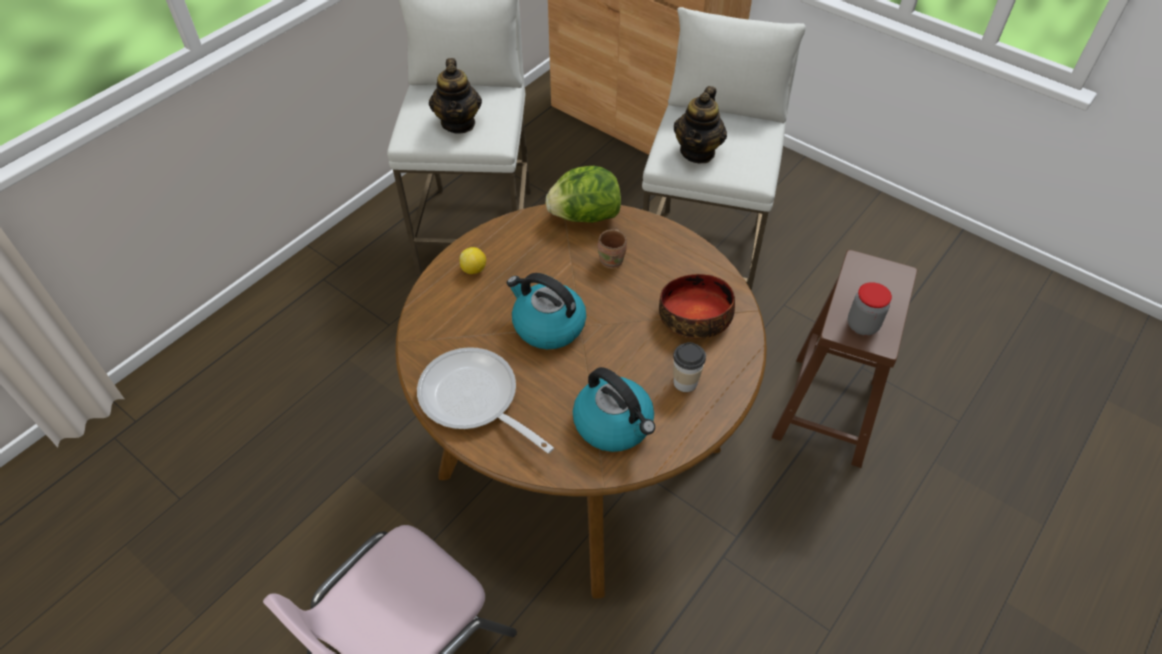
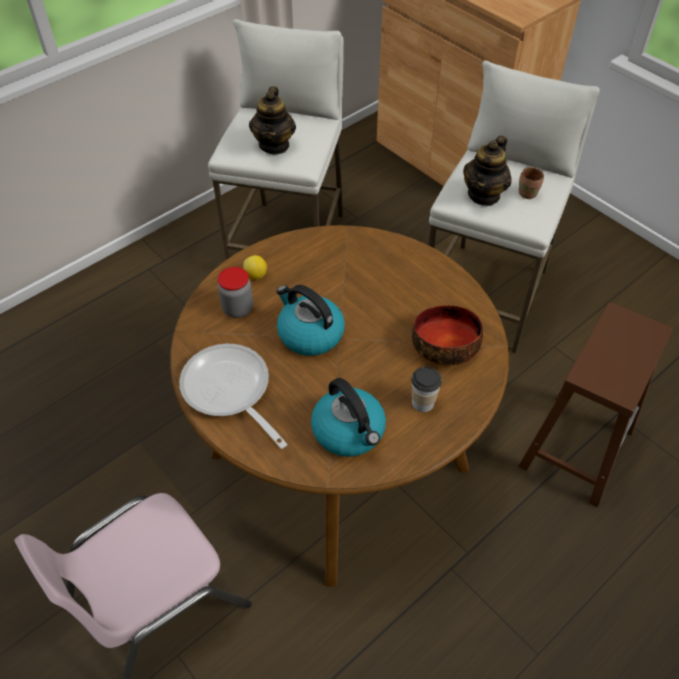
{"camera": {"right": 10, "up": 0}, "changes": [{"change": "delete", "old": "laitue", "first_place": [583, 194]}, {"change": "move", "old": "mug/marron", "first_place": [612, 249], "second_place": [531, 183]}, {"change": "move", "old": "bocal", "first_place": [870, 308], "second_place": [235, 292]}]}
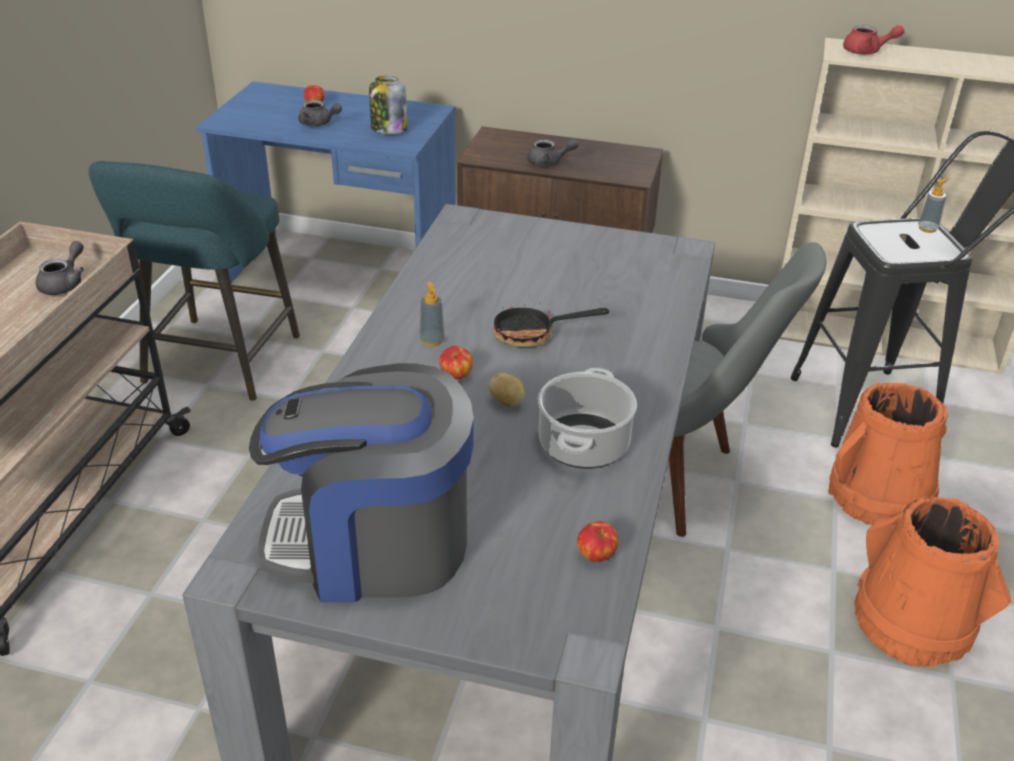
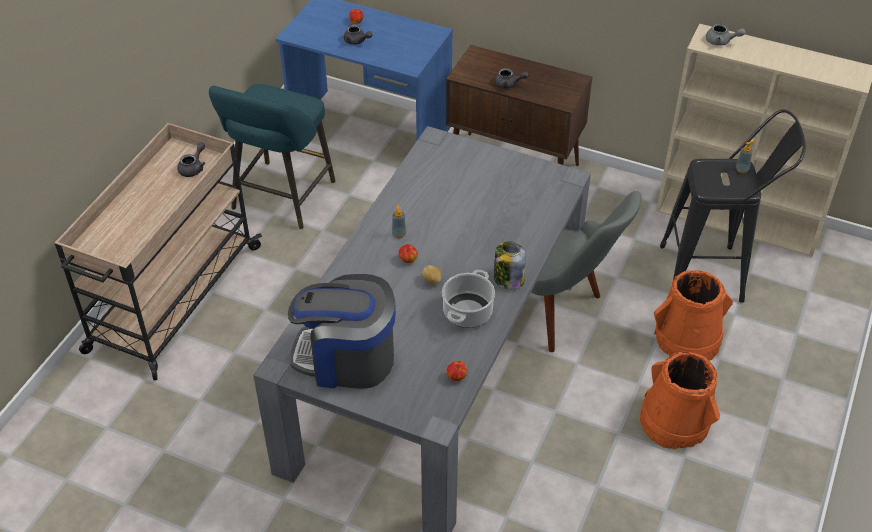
{"camera": {"right": 10, "up": 10}, "changes": [{"change": "delete", "old": "poêle", "first_place": [551, 325]}, {"change": "move", "old": "bocal", "first_place": [388, 105], "second_place": [510, 265]}, {"change": "recolor", "old": "théière/rouge", "new": "théière/gris", "first_place": [874, 39], "second_place": [726, 34]}]}
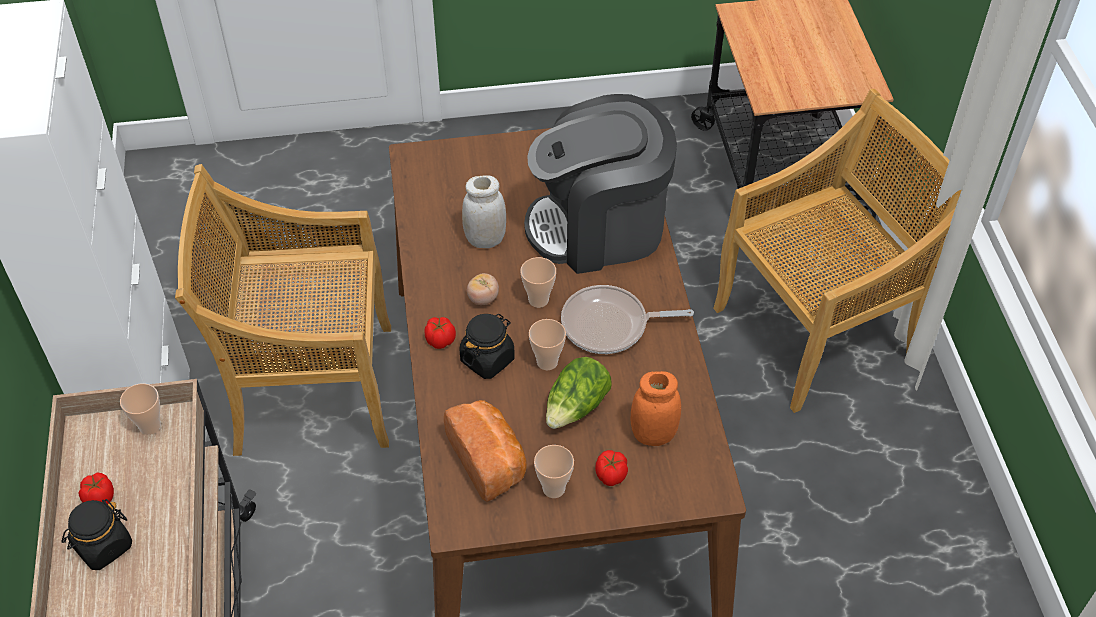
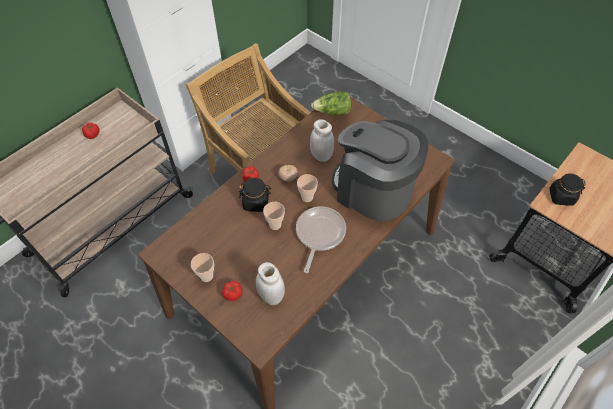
{"camera": {"right": 50, "up": 5}, "changes": [{"change": "delete", "old": "tasse", "first_place": [140, 409]}, {"change": "delete", "old": "pain", "first_place": [485, 451]}, {"change": "delete", "old": "chaise/beige", "first_place": [837, 251]}, {"change": "move", "old": "bocal/noir", "first_place": [97, 534], "second_place": [567, 189]}, {"change": "move", "old": "laitue", "first_place": [578, 393], "second_place": [331, 103]}, {"change": "recolor", "old": "bocal/orange", "new": "bocal/blanc", "first_place": [655, 408], "second_place": [270, 283]}, {"change": "rotate", "old": "poêle", "first_place": [627, 319], "second_place": [321, 239], "degrees": 60}]}
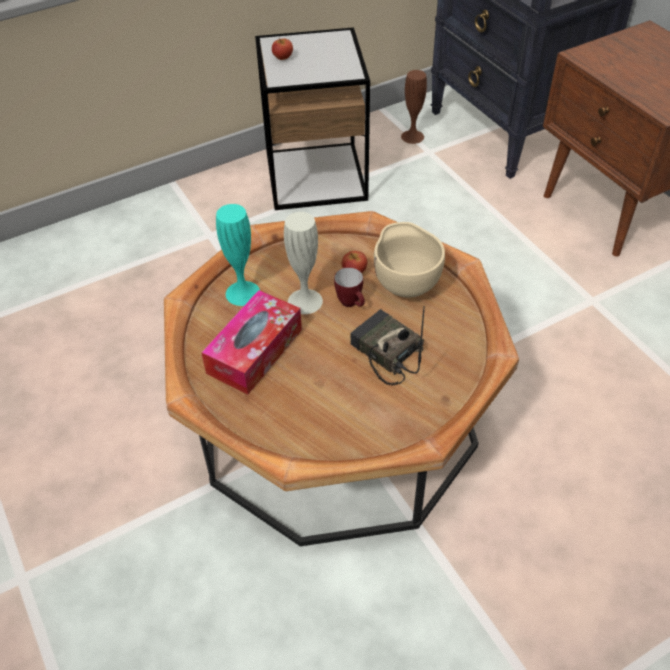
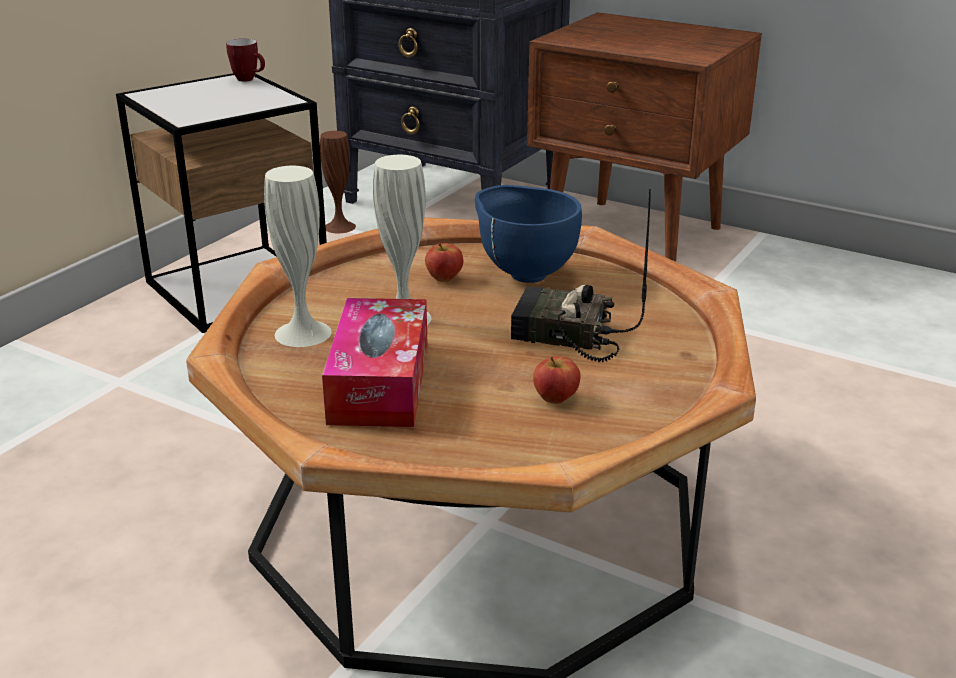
{"camera": {"right": -30, "up": -20}, "changes": [{"change": "move", "old": "pomme", "first_place": [282, 49], "second_place": [557, 380]}, {"change": "move", "old": "mug", "first_place": [349, 287], "second_place": [245, 60]}, {"change": "recolor", "old": "vase/turquoise", "new": "vase/blanc", "first_place": [238, 255], "second_place": [298, 256]}, {"change": "recolor", "old": "bol/beige", "new": "bol/bleu", "first_place": [409, 260], "second_place": [528, 234]}]}
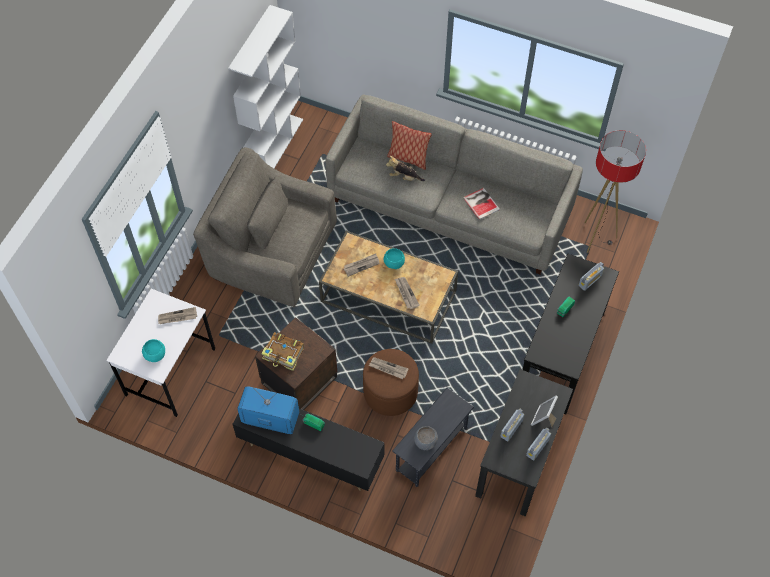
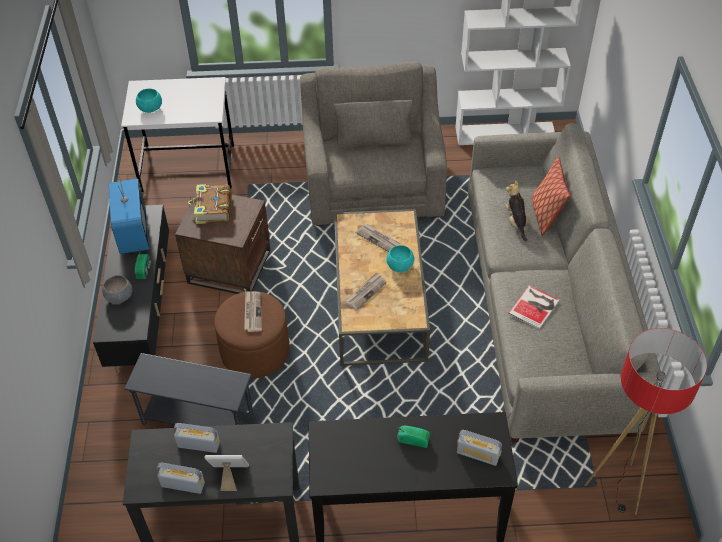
{"camera": {"right": 65, "up": -10}, "changes": [{"change": "delete", "old": "journal", "first_place": [177, 315]}, {"change": "move", "old": "bol/gris", "first_place": [426, 438], "second_place": [117, 289]}]}
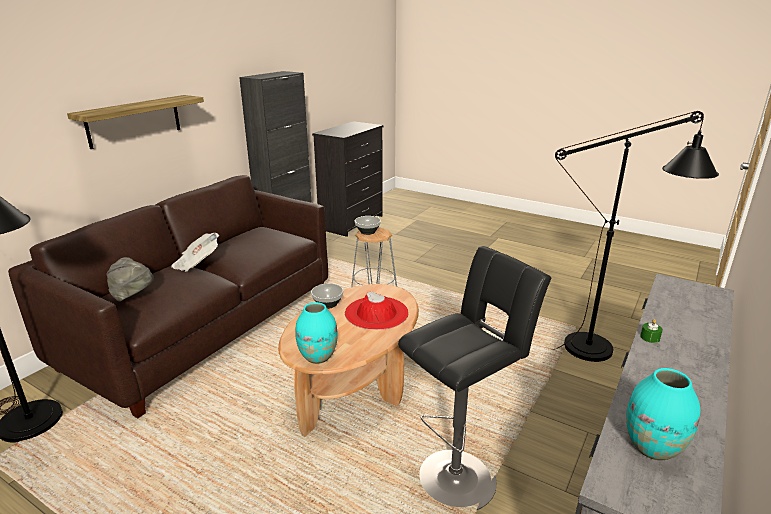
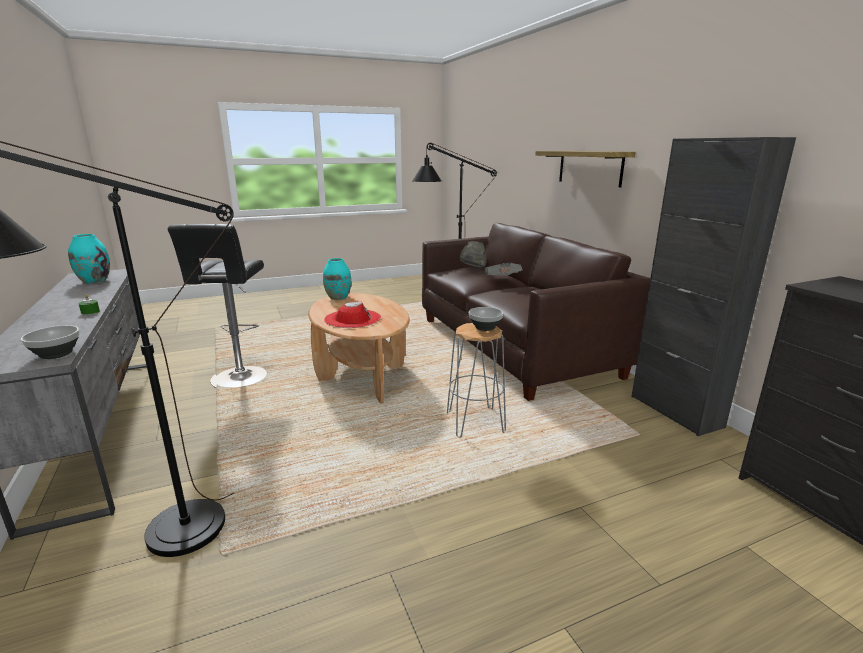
{"camera": {"right": 125, "up": -5}, "changes": [{"change": "move", "old": "bol", "first_place": [327, 296], "second_place": [50, 342]}]}
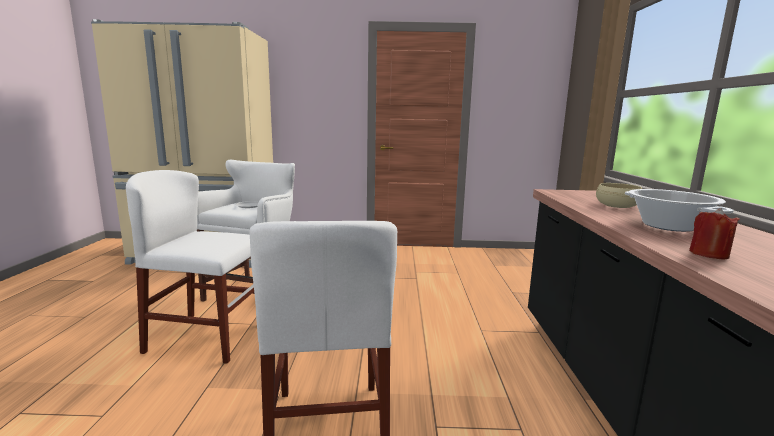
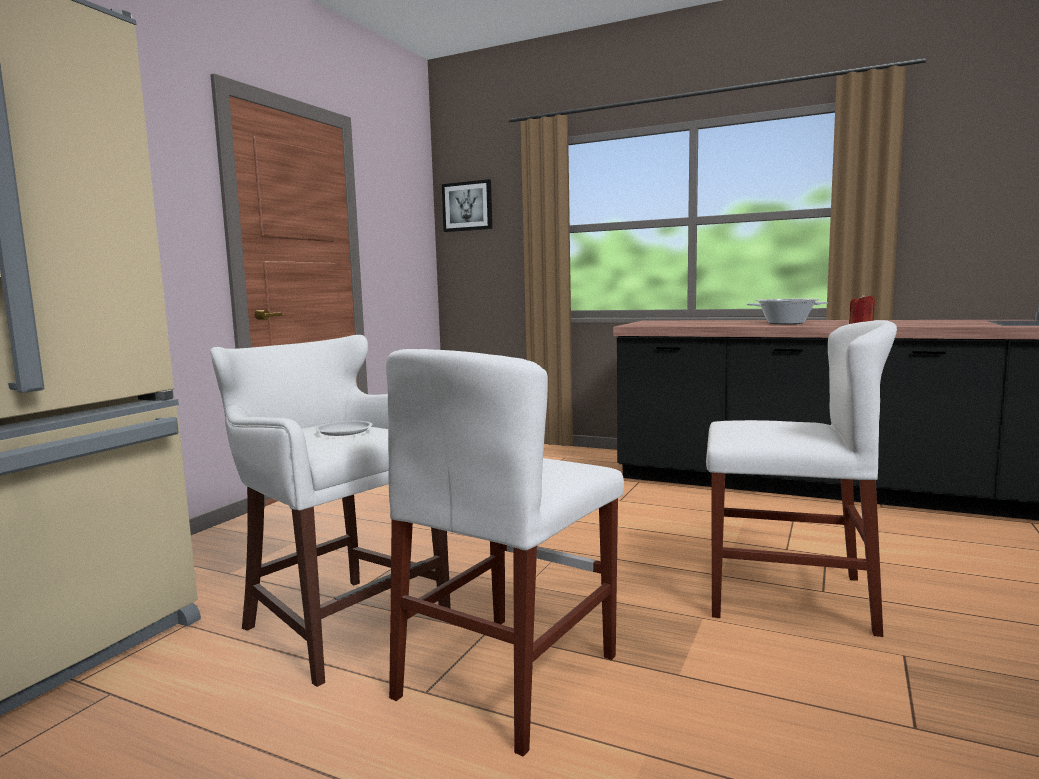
{"camera": {"right": -65, "up": -5}, "changes": [{"change": "delete", "old": "bol/beige", "first_place": [619, 195]}, {"change": "insert", "new": "tableau", "second_place": [467, 205]}]}
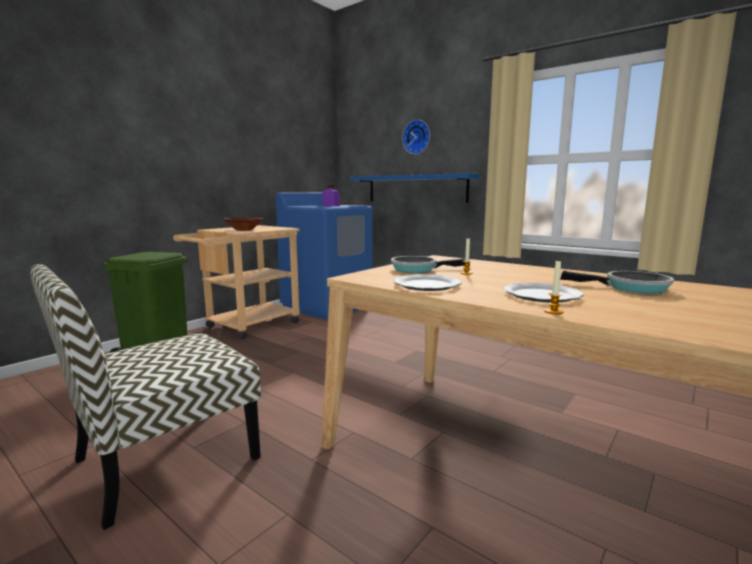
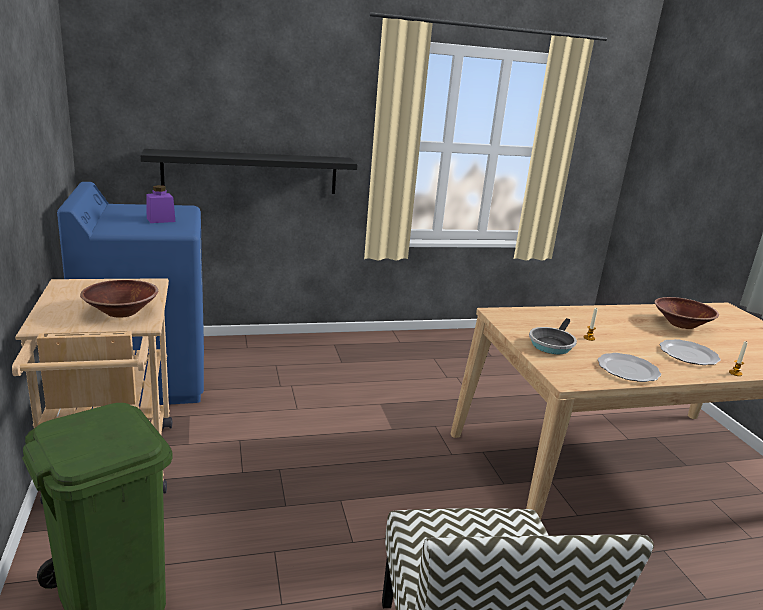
{"camera": {"right": -55, "up": 10}, "changes": [{"change": "delete", "old": "horloge murale", "first_place": [416, 137]}, {"change": "replace", "old": "poêle", "new": "bol/marron", "first_place": [617, 282], "second_place": [686, 313]}, {"change": "recolor", "old": "étagère/bleu", "new": "étagère/noir", "first_place": [414, 188], "second_place": [249, 171]}]}
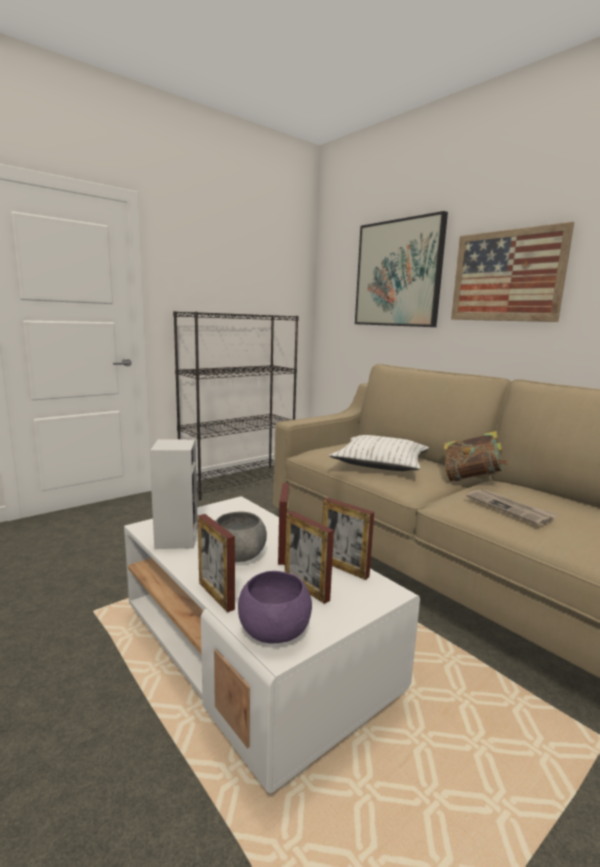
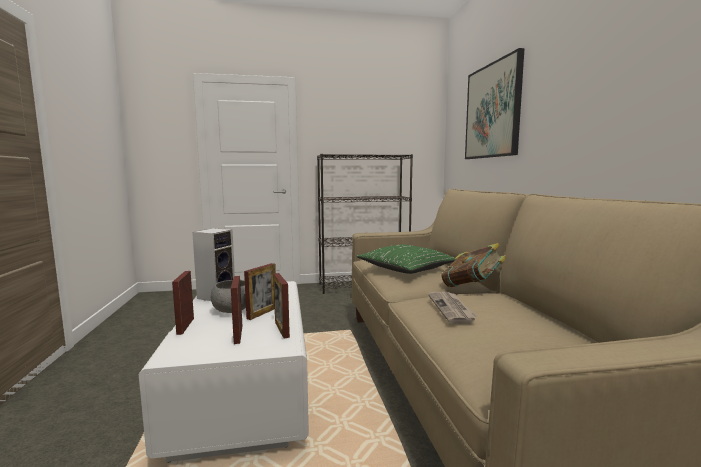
{"camera": {"right": 30, "up": -5}, "changes": [{"change": "delete", "old": "bol/violet", "first_place": [275, 607]}, {"change": "delete", "old": "tableau", "first_place": [512, 272]}, {"change": "recolor", "old": "coussin/blanc", "new": "coussin/vert", "first_place": [379, 453], "second_place": [405, 259]}]}
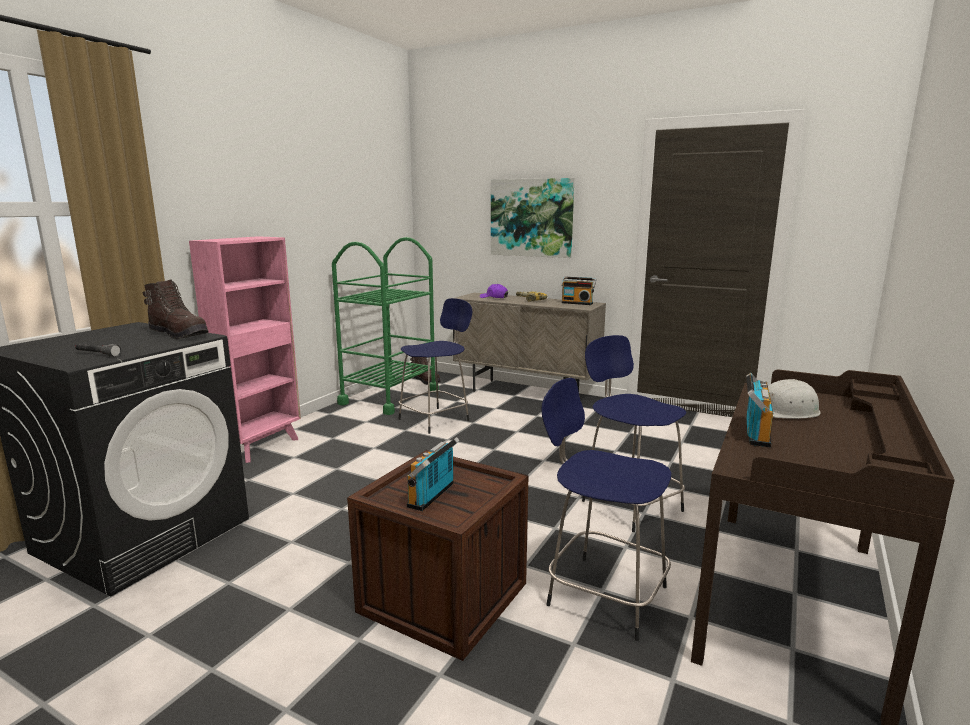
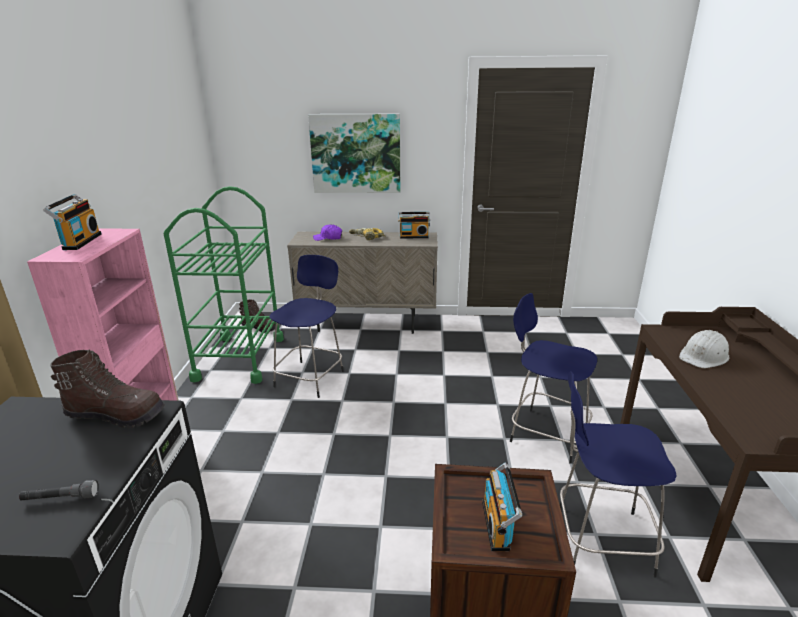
{"camera": {"right": -25, "up": 10}, "changes": [{"change": "move", "old": "radio", "first_place": [759, 410], "second_place": [72, 222]}]}
